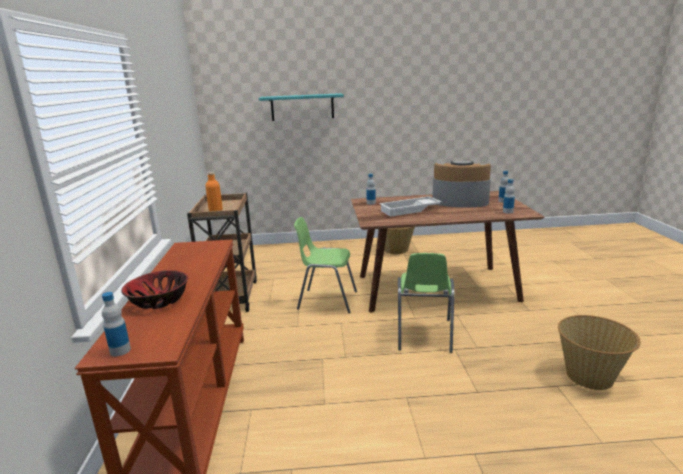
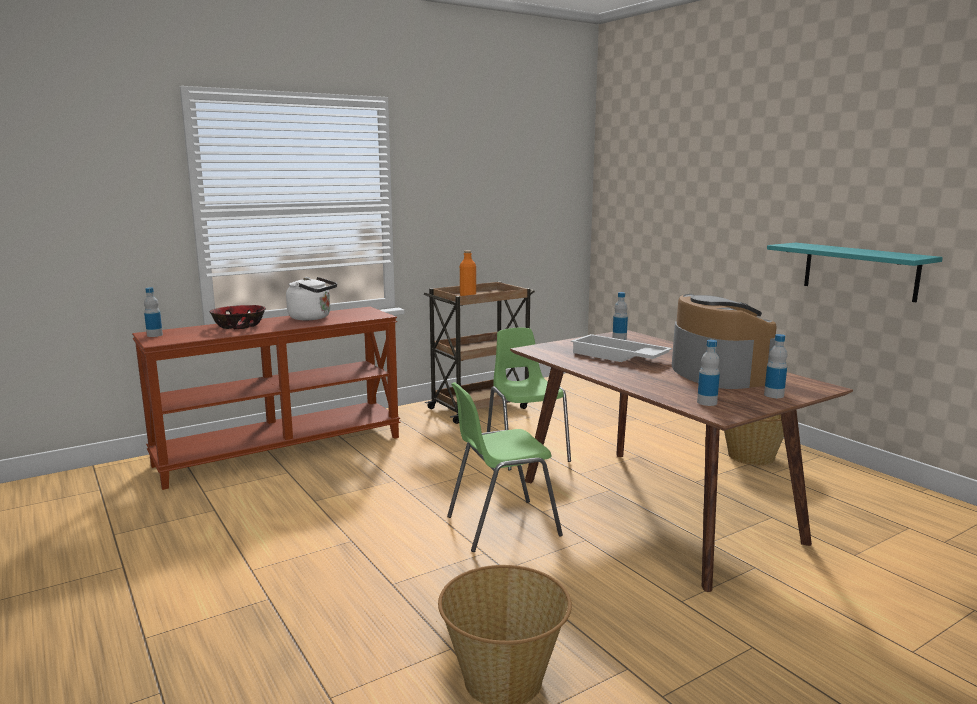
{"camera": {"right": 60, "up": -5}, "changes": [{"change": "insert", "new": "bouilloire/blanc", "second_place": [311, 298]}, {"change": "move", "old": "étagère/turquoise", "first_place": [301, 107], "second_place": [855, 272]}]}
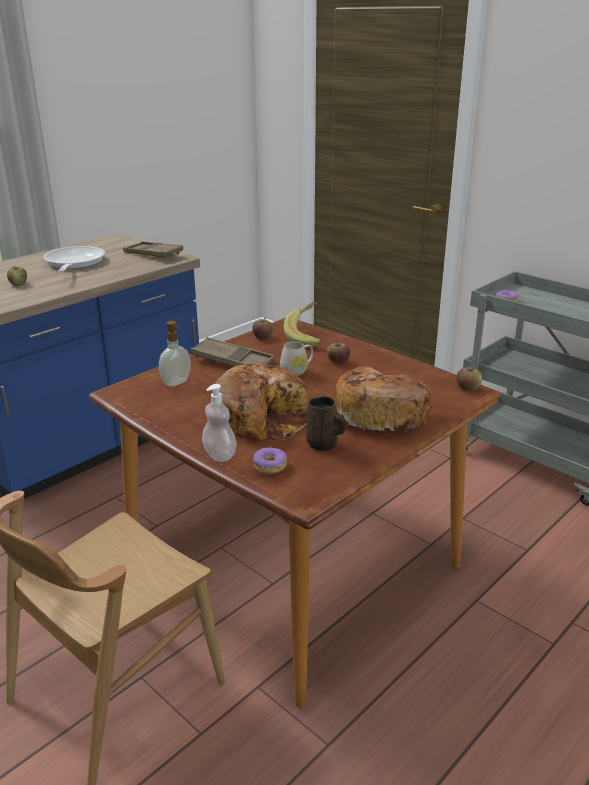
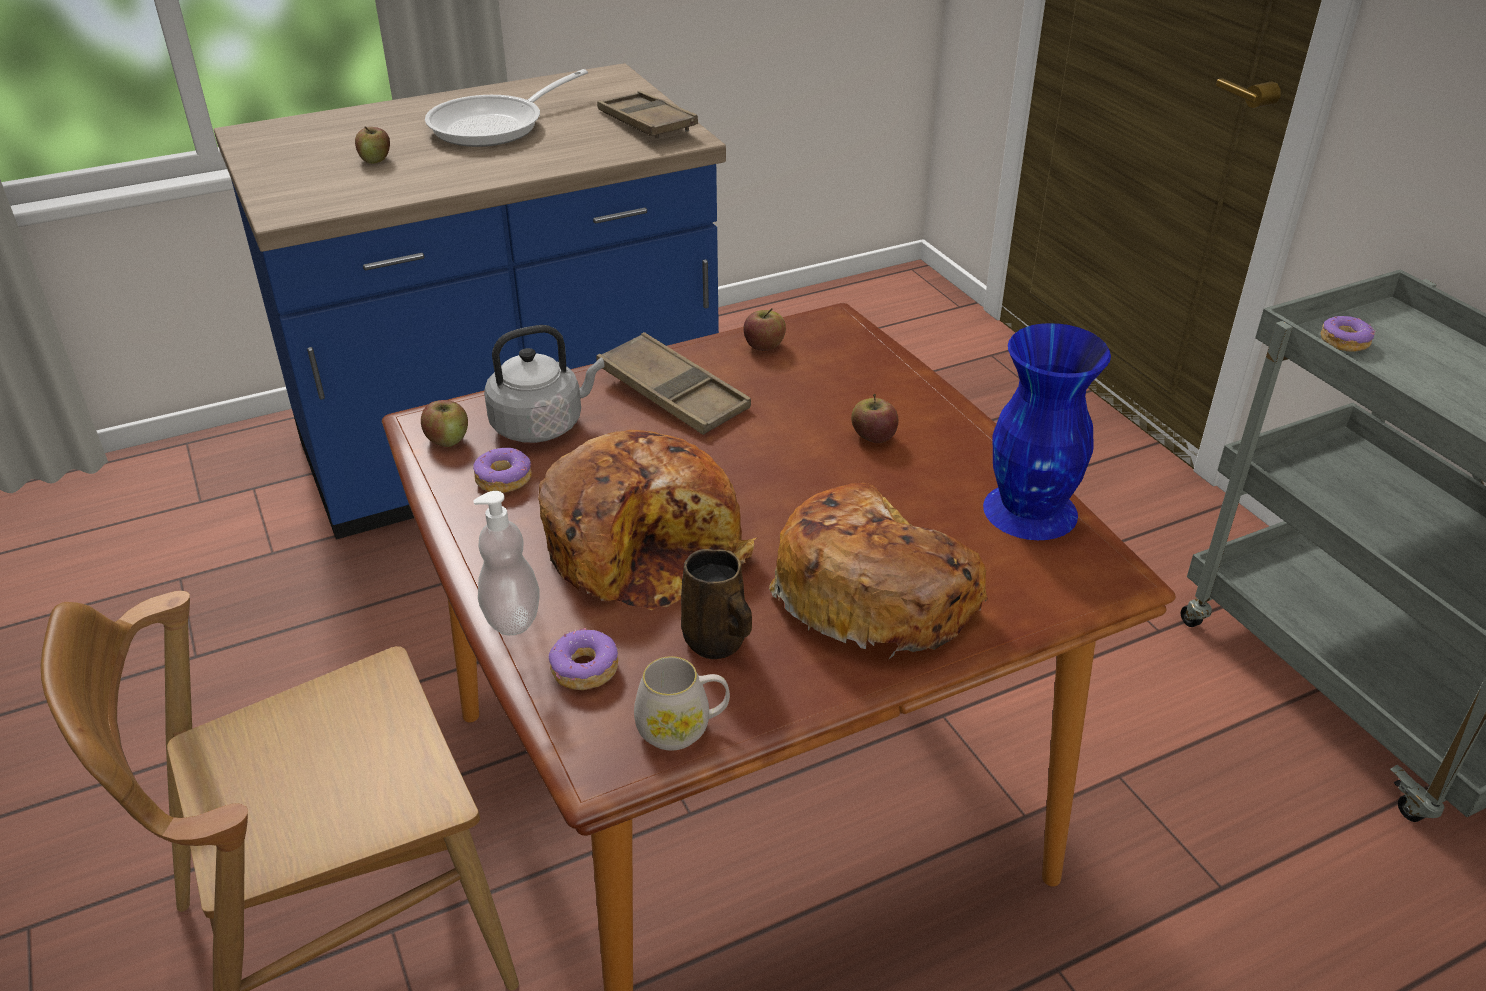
{"camera": {"right": 20, "up": 10}, "changes": [{"change": "delete", "old": "banane", "first_place": [302, 324]}, {"change": "insert", "new": "beignet", "second_place": [502, 470]}, {"change": "insert", "new": "vase/bleu", "second_place": [1047, 431]}, {"change": "move", "old": "mug/blanc", "first_place": [296, 358], "second_place": [682, 703]}, {"change": "move", "old": "pomme", "first_place": [469, 379], "second_place": [444, 423]}, {"change": "replace", "old": "distributeur de savon", "new": "bouilloire/gris", "first_place": [175, 353], "second_place": [544, 384]}, {"change": "rotate", "old": "poêle", "first_place": [74, 259], "second_place": [506, 108], "degrees": -150}]}
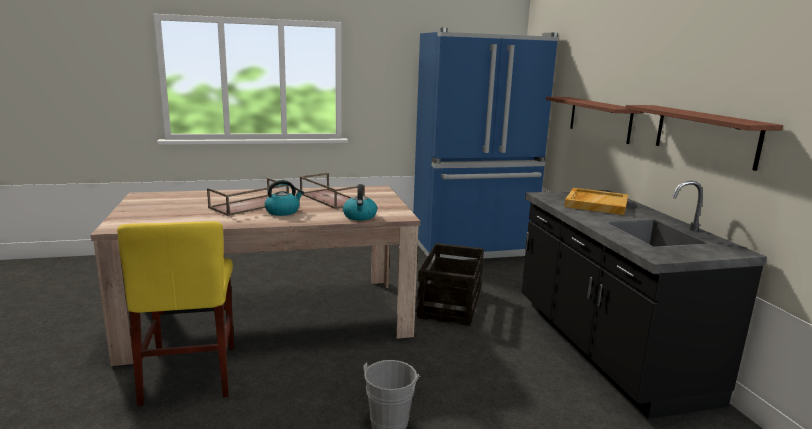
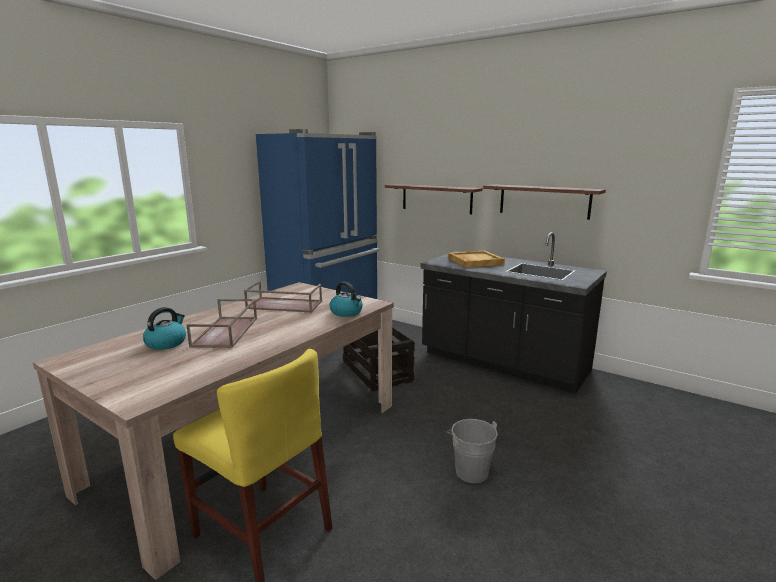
{"camera": {"right": -40, "up": 0}, "changes": [{"change": "move", "old": "bouilloire", "first_place": [284, 198], "second_place": [164, 328]}]}
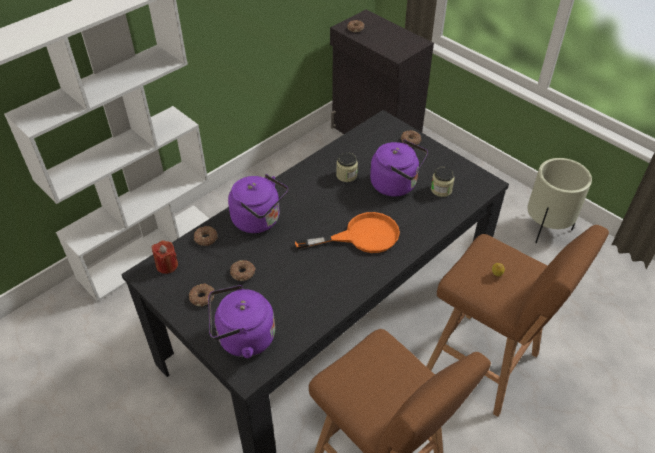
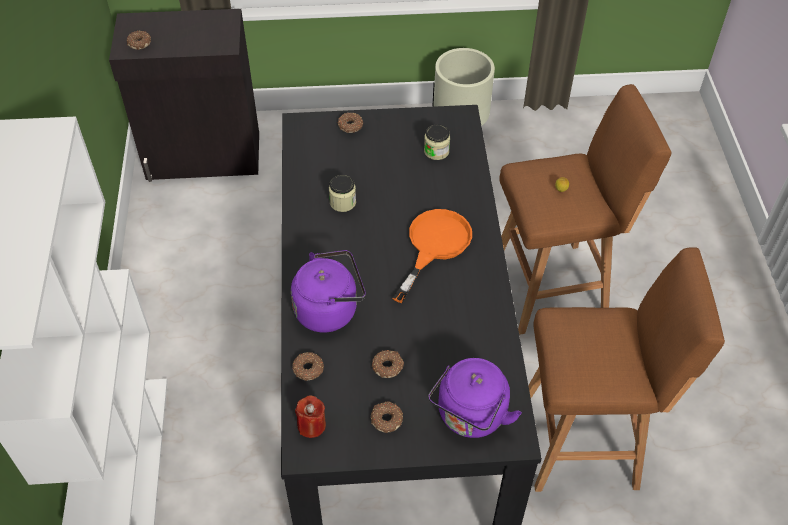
{"camera": {"right": -50, "up": 5}, "changes": [{"change": "delete", "old": "bouilloire/violet", "first_place": [399, 168]}]}
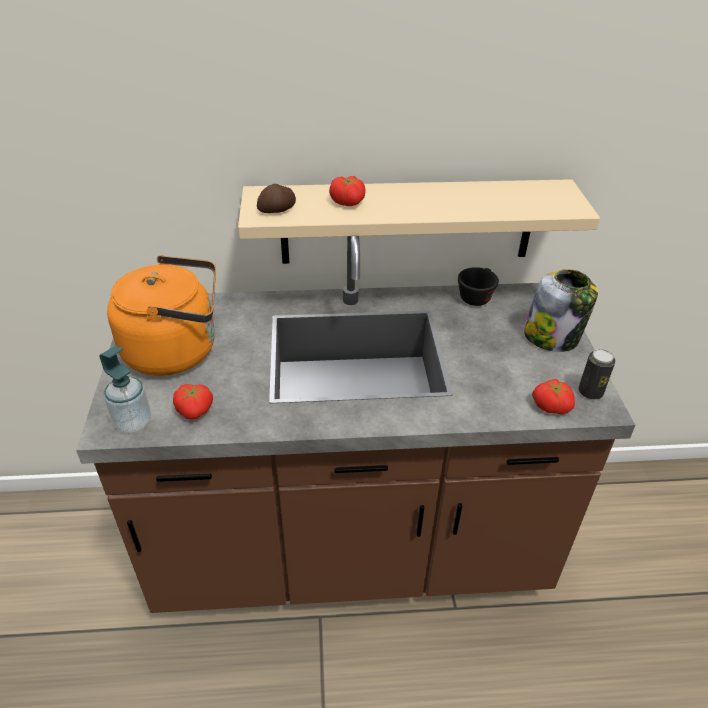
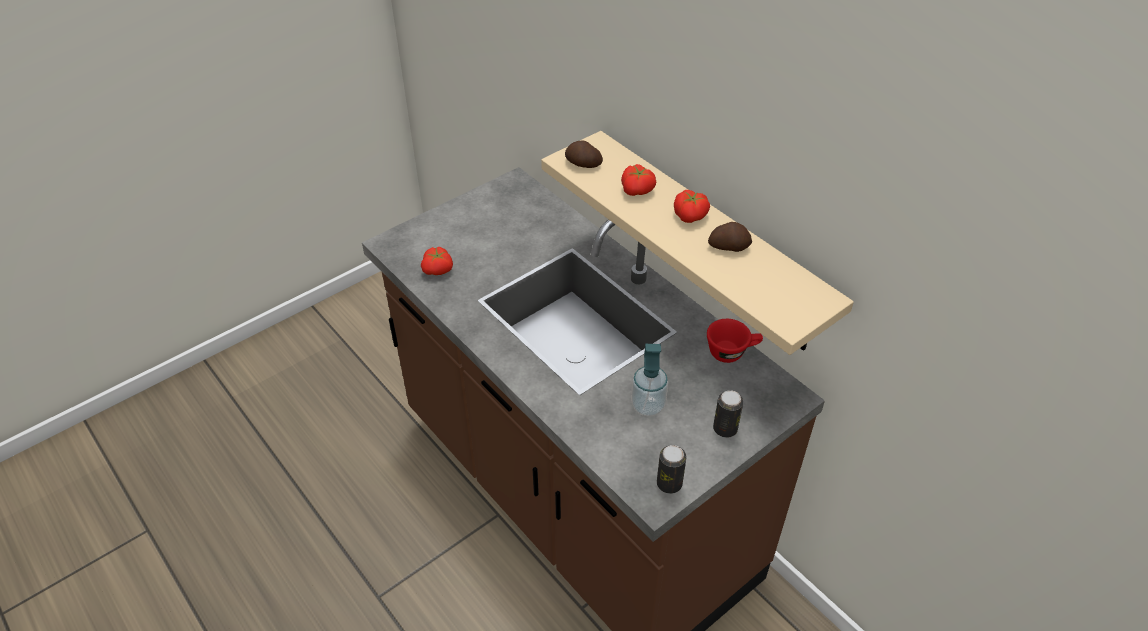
{"camera": {"right": 55, "up": 5}, "changes": [{"change": "delete", "old": "bouilloire/orange", "first_place": [161, 315]}, {"change": "insert", "new": "pomme de terre", "second_place": [730, 237]}, {"change": "move", "old": "distributeur de savon", "first_place": [125, 389], "second_place": [649, 380]}, {"change": "move", "old": "tomate", "first_place": [553, 396], "second_place": [692, 206]}, {"change": "replace", "old": "bocal", "new": "boîte métallique", "first_place": [561, 310], "second_place": [728, 414]}, {"change": "recolor", "old": "tasse/noir", "new": "tasse/rouge", "first_place": [478, 286], "second_place": [735, 341]}]}
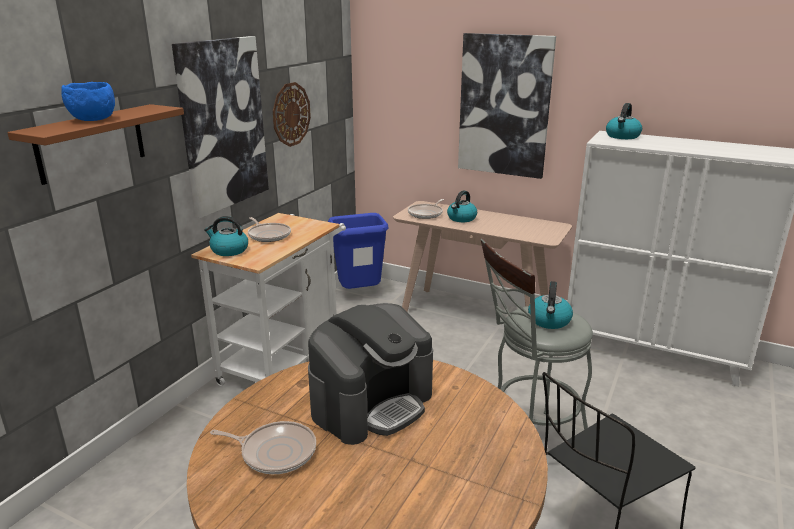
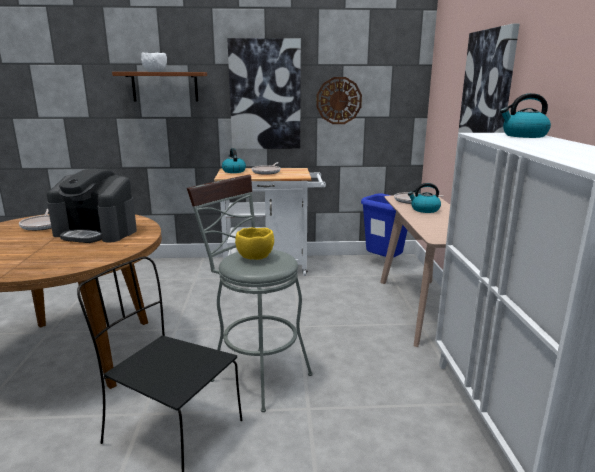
{"camera": {"right": 60, "up": -5}, "changes": [{"change": "replace", "old": "bouilloire", "new": "bol/jaune", "first_place": [550, 305], "second_place": [254, 244]}, {"change": "recolor", "old": "bol/bleu", "new": "bol/blanc", "first_place": [88, 101], "second_place": [154, 62]}]}
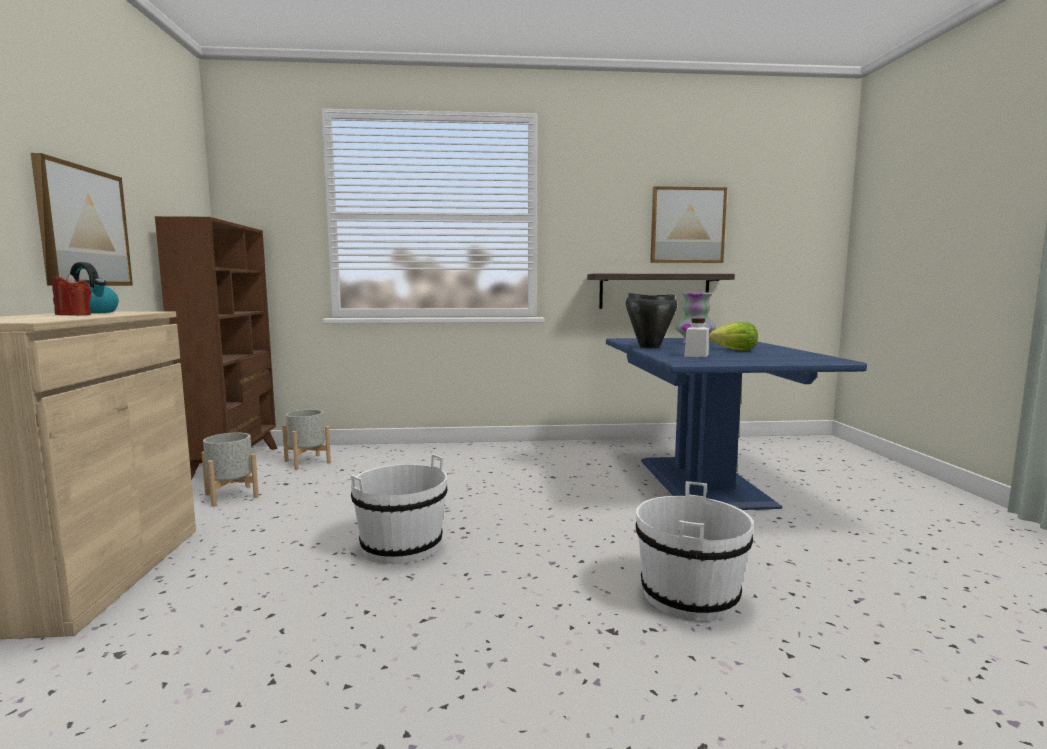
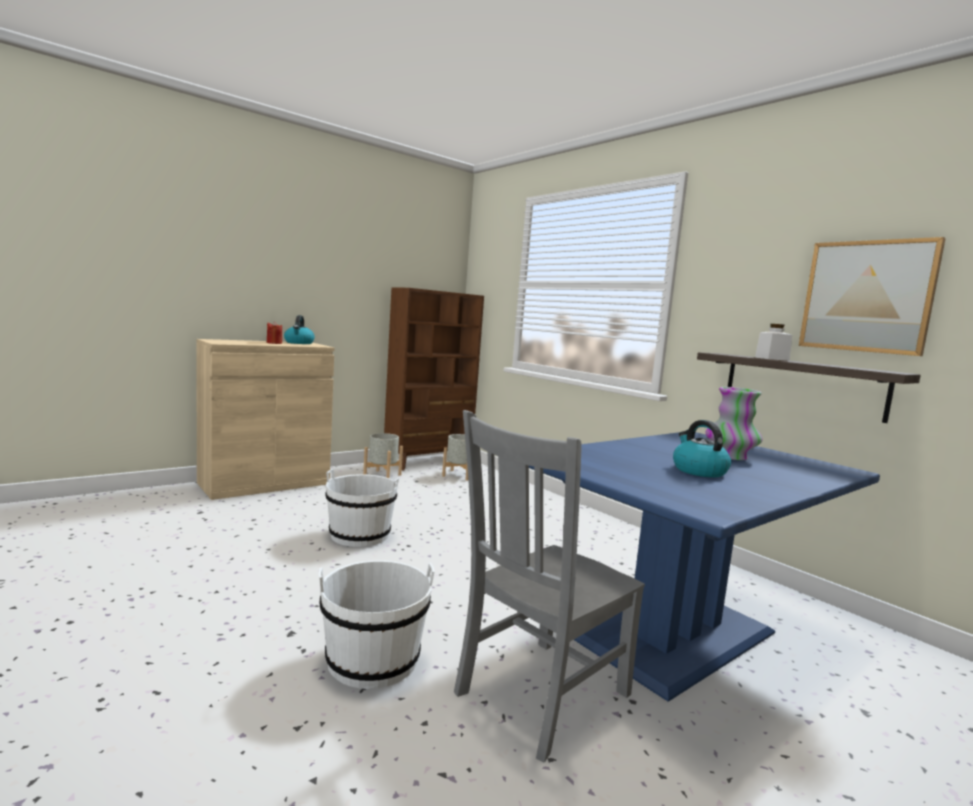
{"camera": {"right": 55, "up": 0}, "changes": [{"change": "delete", "old": "tableau", "first_place": [82, 219]}, {"change": "delete", "old": "marmite/noir", "first_place": [651, 321]}, {"change": "insert", "new": "chaise/gris", "second_place": [549, 586]}, {"change": "move", "old": "bocal/blanc", "first_place": [696, 337], "second_place": [773, 342]}, {"change": "replace", "old": "laitue", "new": "bouilloire", "first_place": [733, 336], "second_place": [702, 448]}]}
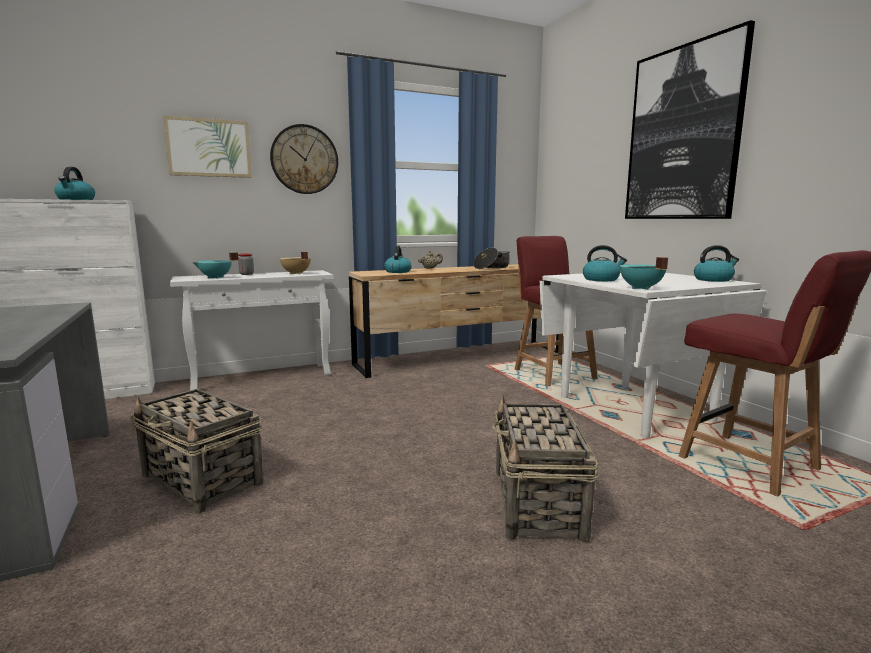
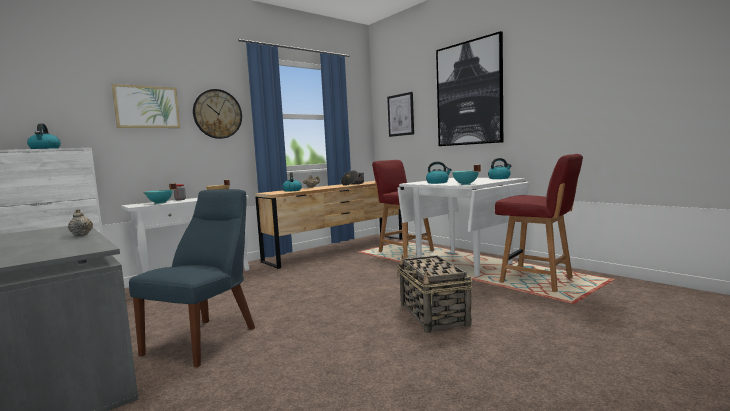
{"camera": {"right": -15, "up": -5}, "changes": [{"change": "insert", "new": "théière/beige", "second_place": [80, 222]}, {"change": "insert", "new": "tableau", "second_place": [400, 114]}, {"change": "replace", "old": "panier", "new": "chaise/bleu", "first_place": [197, 451], "second_place": [192, 278]}]}
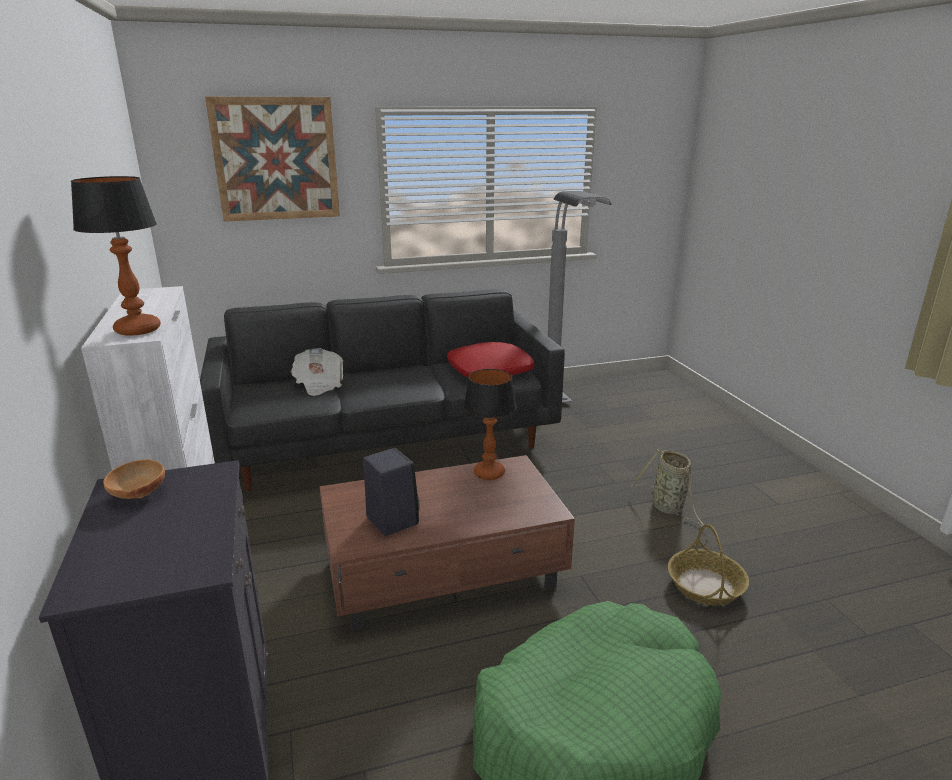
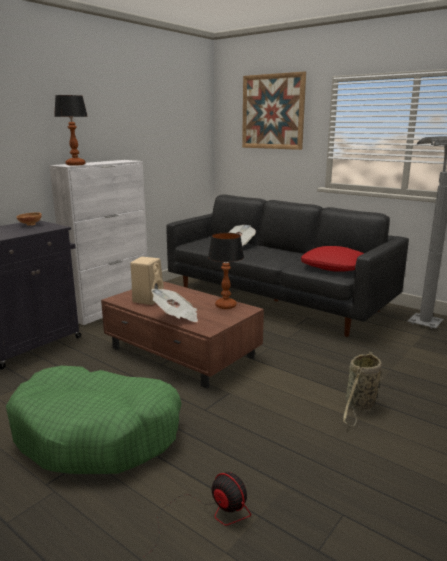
{"camera": {"right": 55, "up": -5}, "changes": [{"change": "delete", "old": "panier", "first_place": [708, 565]}, {"change": "insert", "new": "ventilateur", "second_place": [197, 514]}, {"change": "insert", "new": "journal", "second_place": [174, 305]}, {"change": "recolor", "old": "enceinte/noir", "new": "enceinte/beige", "first_place": [391, 492], "second_place": [147, 281]}]}
